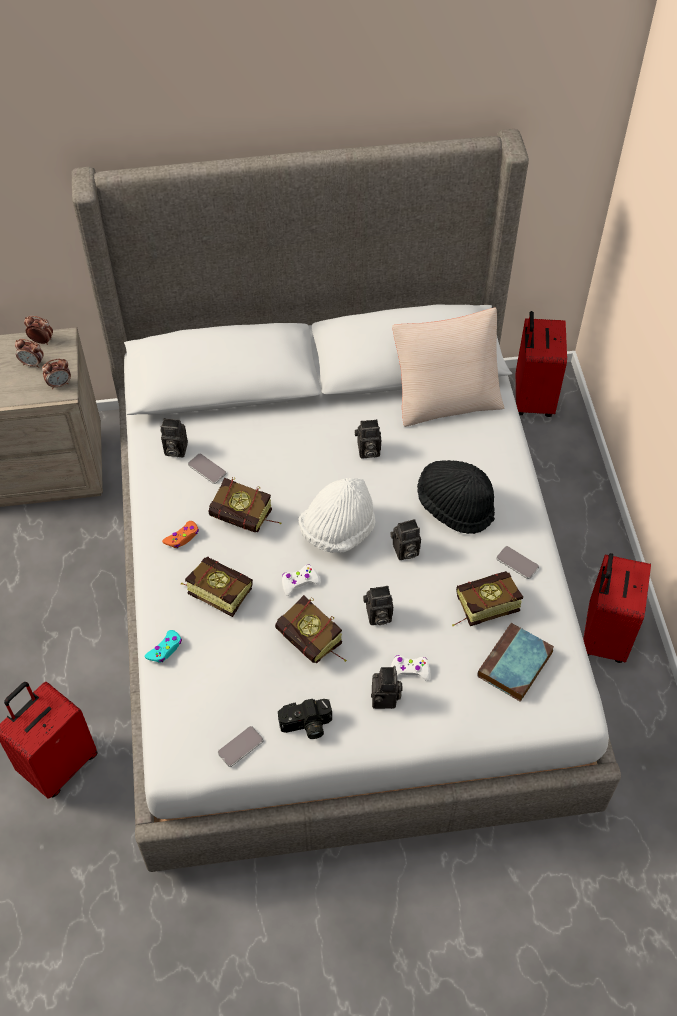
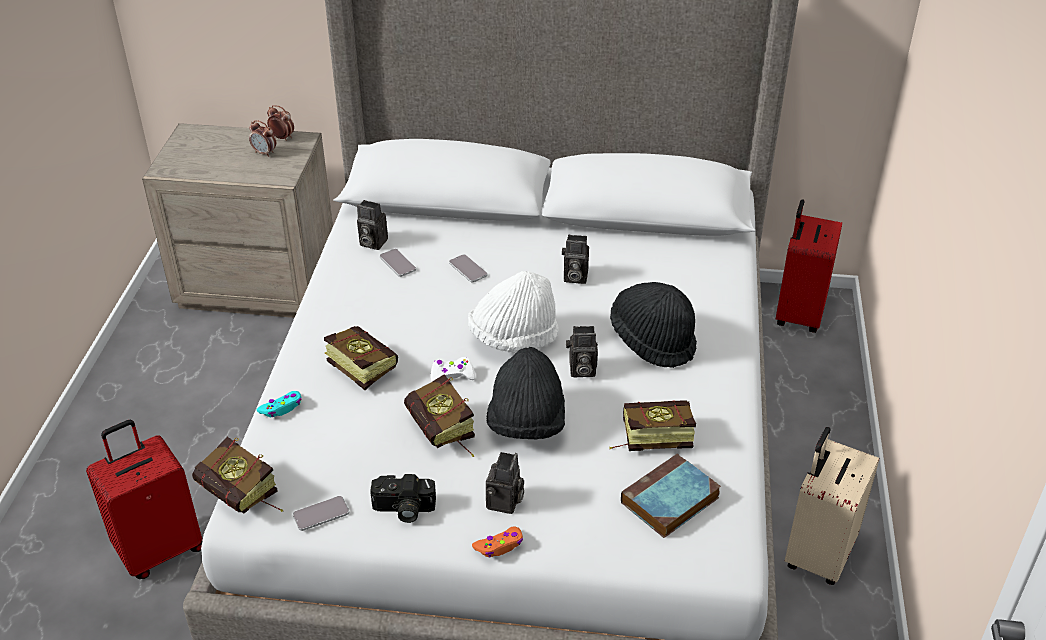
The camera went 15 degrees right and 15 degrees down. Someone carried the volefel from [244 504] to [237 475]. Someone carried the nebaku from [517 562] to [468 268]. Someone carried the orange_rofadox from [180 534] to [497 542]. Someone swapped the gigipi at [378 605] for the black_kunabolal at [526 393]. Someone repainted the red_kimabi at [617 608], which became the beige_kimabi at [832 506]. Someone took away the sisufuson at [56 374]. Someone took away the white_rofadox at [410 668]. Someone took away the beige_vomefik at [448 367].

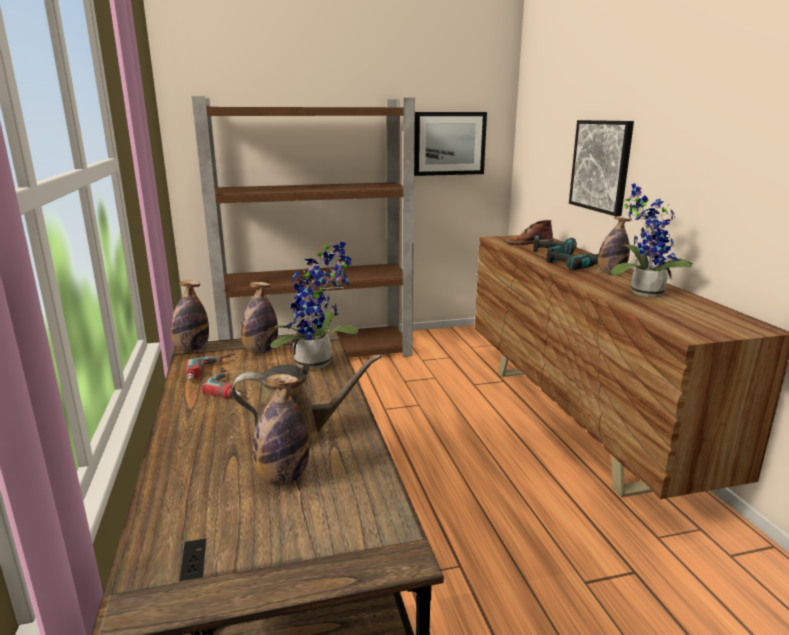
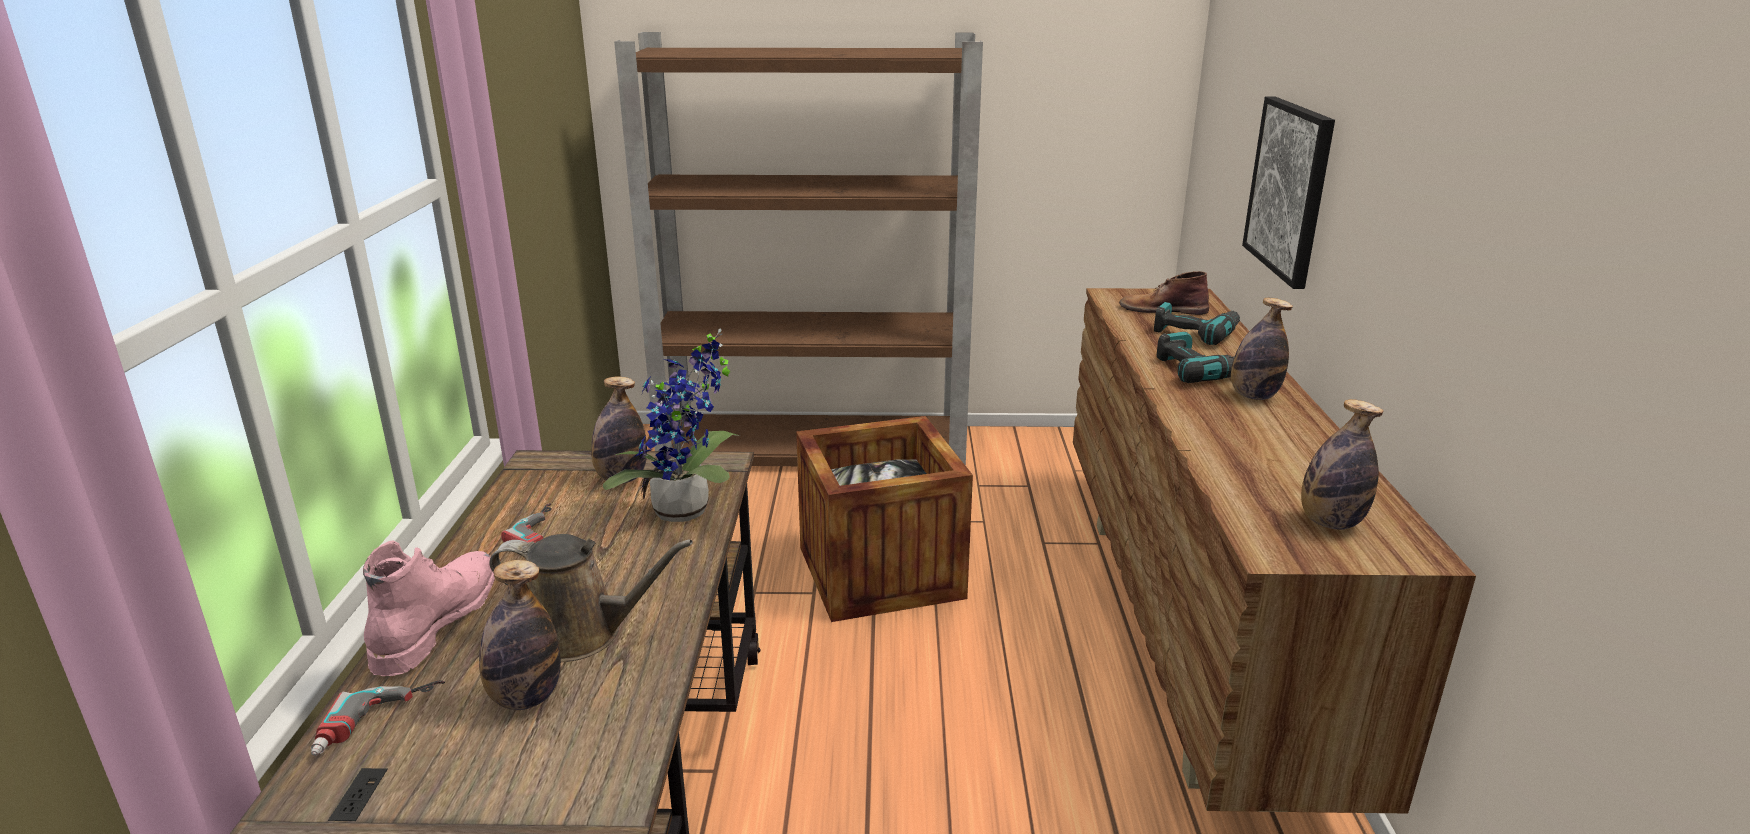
The camera went 15 degrees right and 5 degrees up. Someone carried the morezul from [210 367] to [378 718]. Someone put down the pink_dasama at [429 608]. Someone put down the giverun at [884 519]. Someone carried the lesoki from [190 316] to [1342 464]. Someone took away the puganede at [450 144]. Someone took away the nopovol at [651 240].

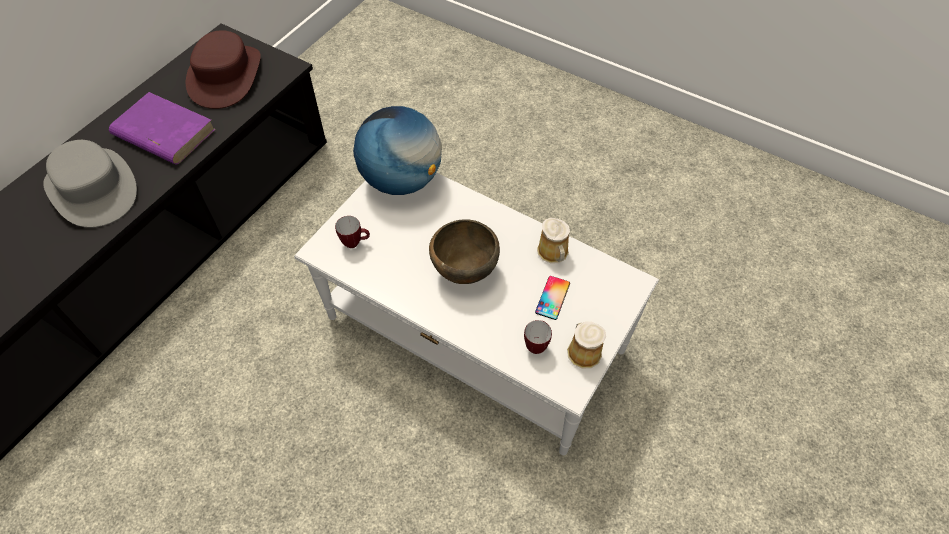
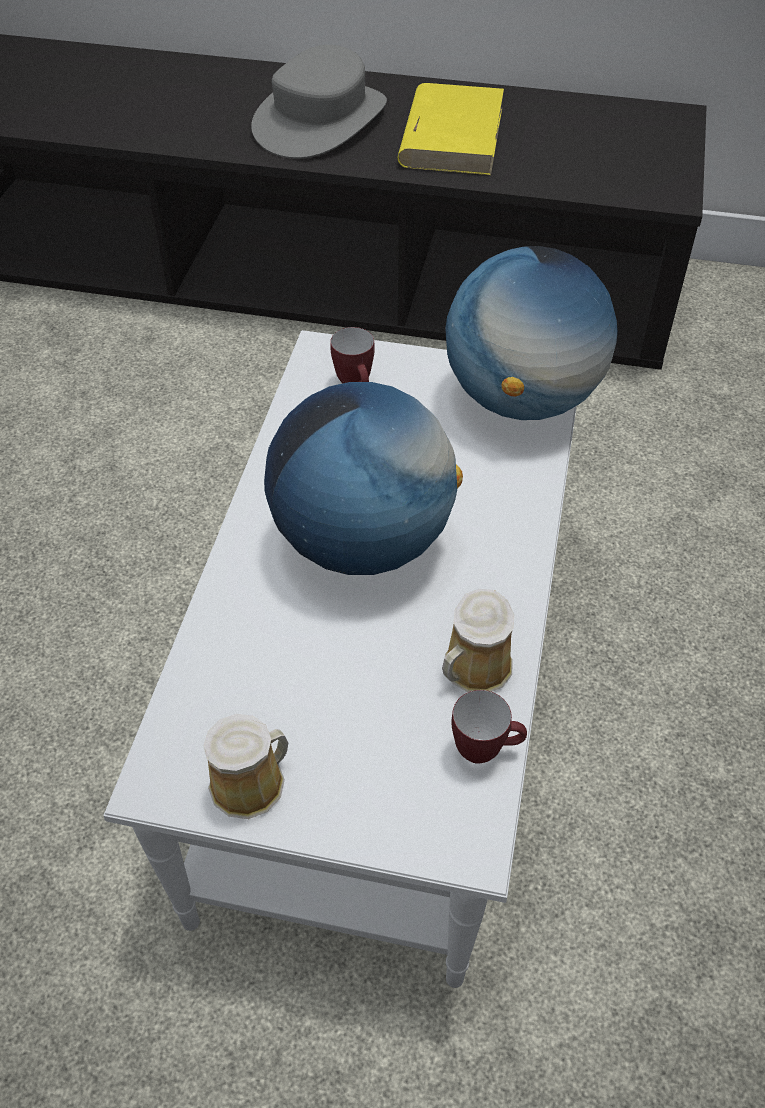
The camera went 70 degrees right and 5 degrees down. Someone swapped the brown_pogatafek at [464 251] for the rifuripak at [363 478]. Someone repainted the purple_volefel at [162 128], which became the yellow_volefel at [451 129]. Someone carried the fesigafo from [538 337] to [489 727]. Someone took away the brown_kunabolal at [223 69]. Someone took away the nebaku at [552 298].

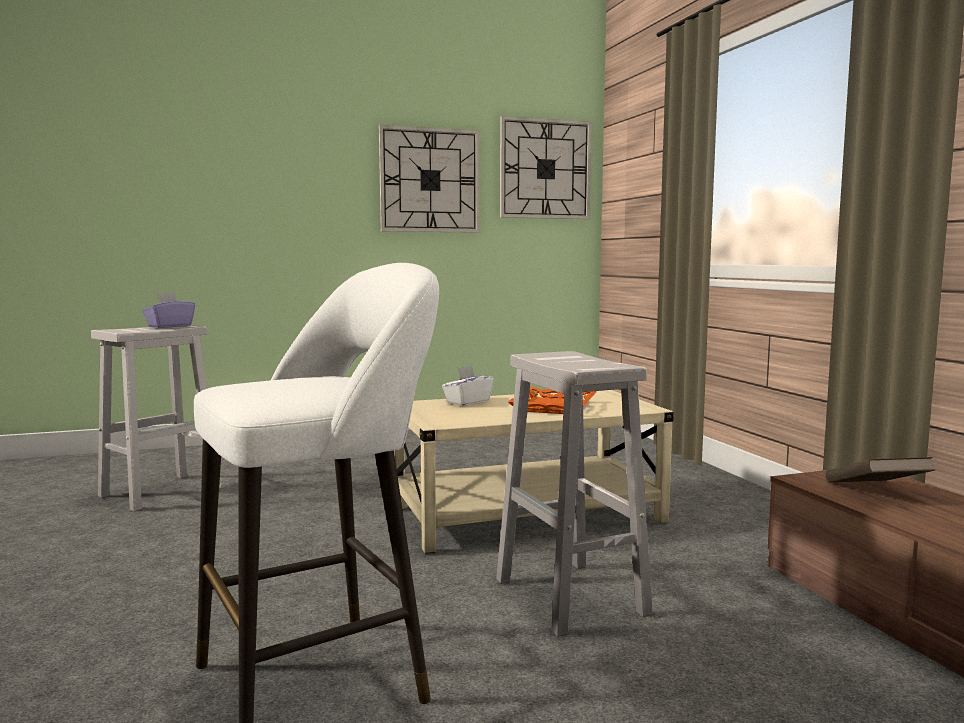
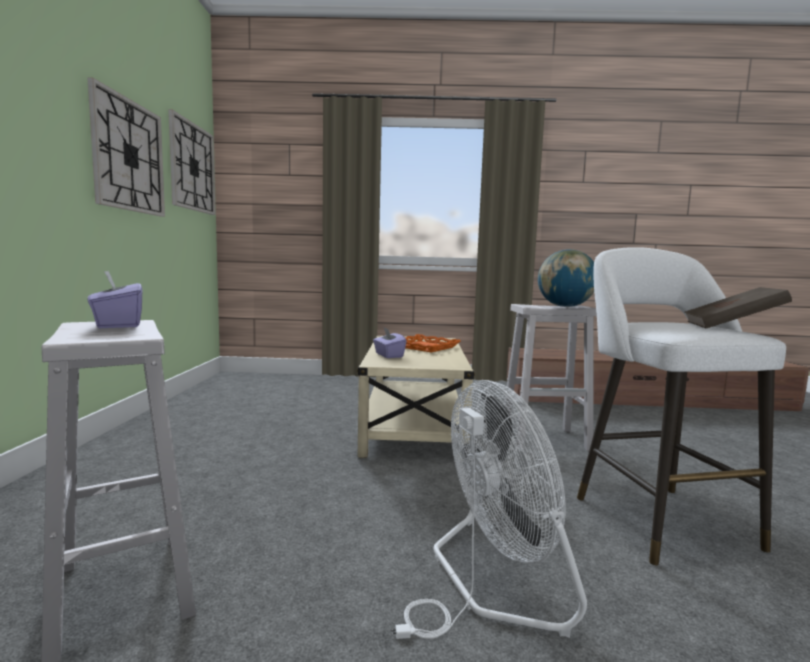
The camera went 70 degrees left and 0 degrees up. Someone repainted the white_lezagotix at [468 385], which became the purple_lezagotix at [389 343]. Someone put down the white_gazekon at [489 509]. Someone put down the rifuripak at [566 278]. Someone carried the brown_volefel from [880 470] to [738 307].

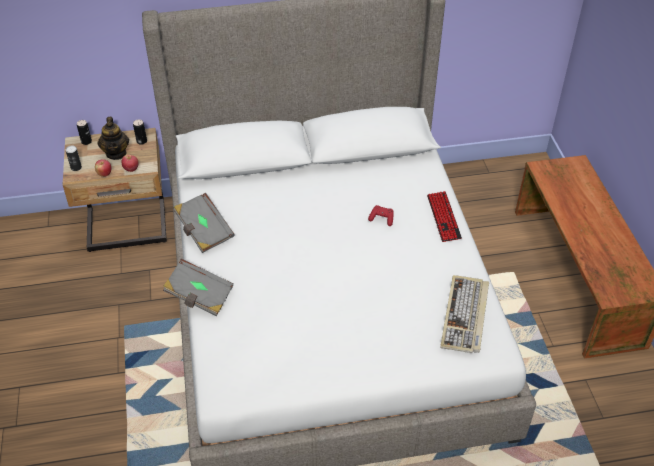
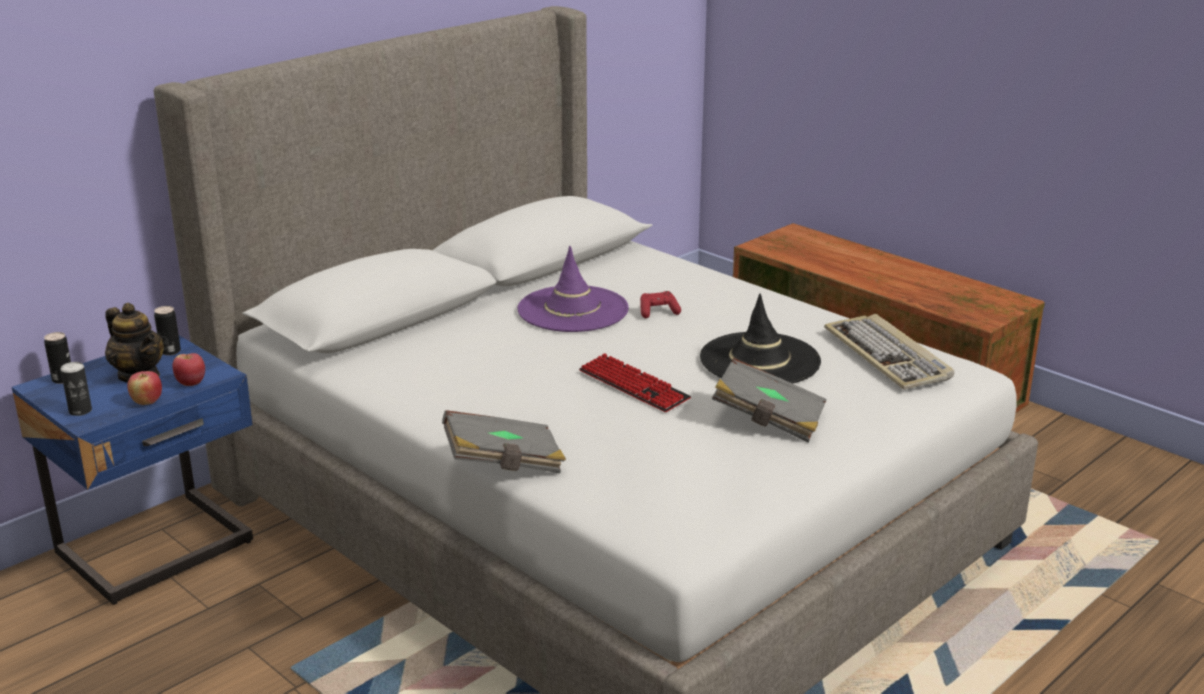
The camera went 35 degrees left and 20 degrees down. Someone repainted the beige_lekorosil at [115 190], which became the blue_lekorosil at [132 470]. Someone put down the purple_kunabolal at [573 289]. Someone carried the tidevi from [444 216] to [635 382]. Someone put down the black_kunabolal at [760 339]. Someone carried the grey_volefel from [204 223] to [769 400].

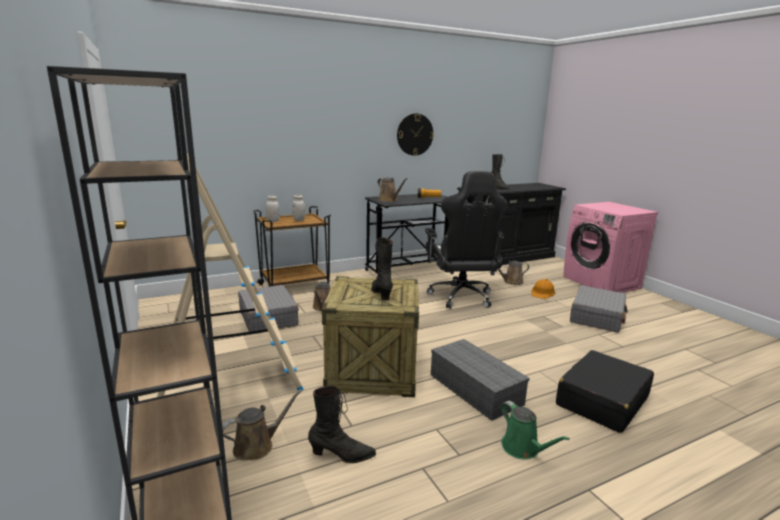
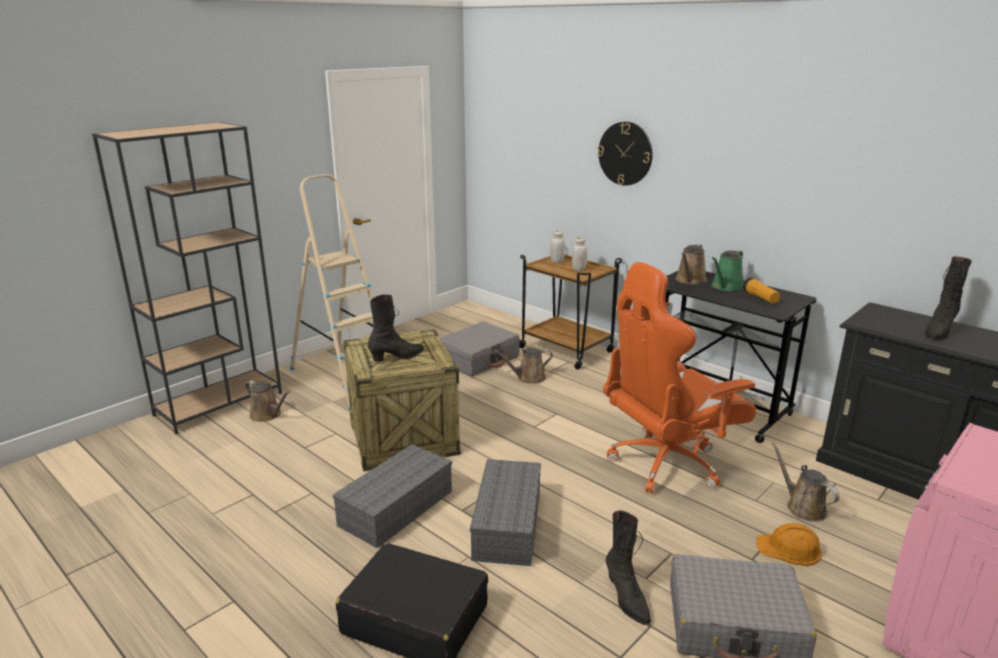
The camera went 70 degrees right and 5 degrees up. Someone put down the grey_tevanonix at [505 512]. Someone carried the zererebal from [415 134] to [625 154]. Someone repainted the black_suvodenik at [466 240], which became the orange_suvodenik at [679 378]. Someone carried the black_dasama from [342 424] to [628 568]. Someone carried the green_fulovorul from [535 430] to [727 270].

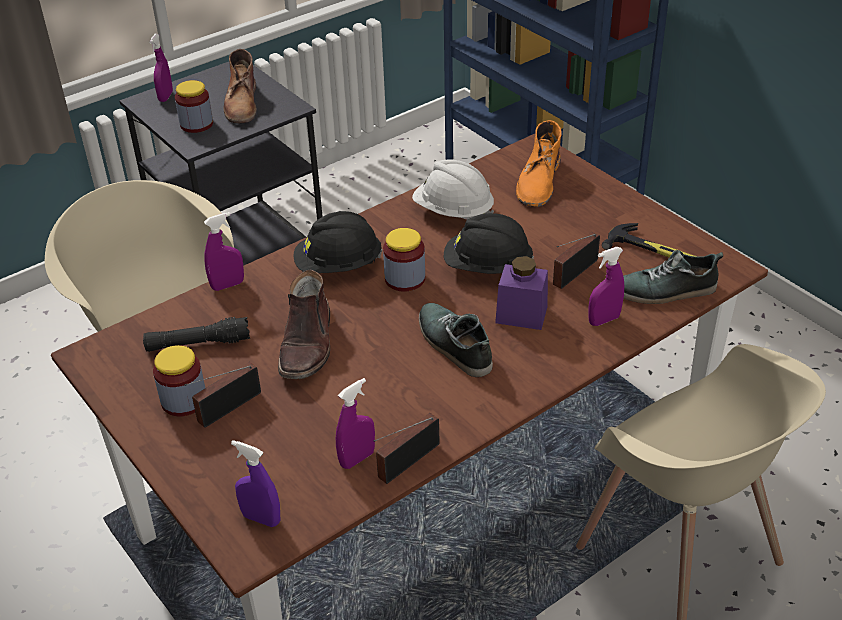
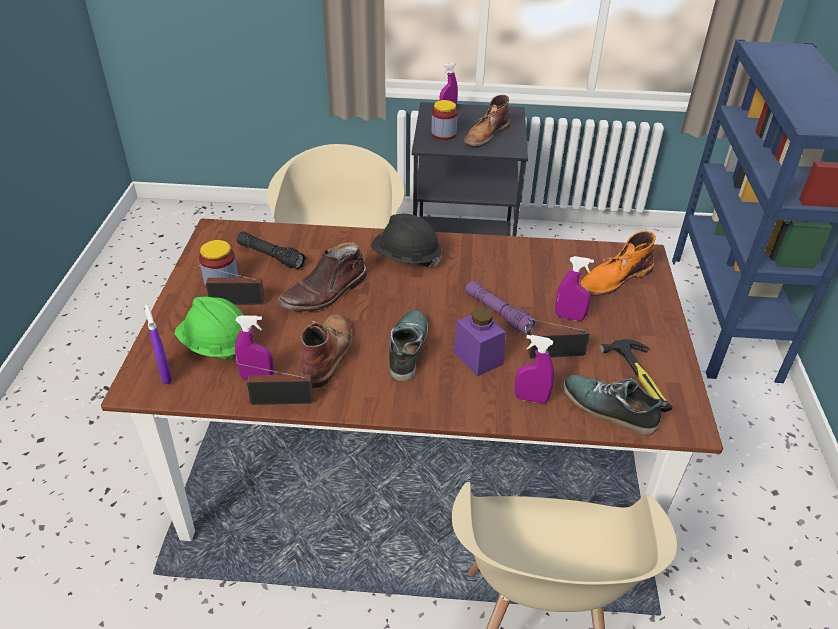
The camera went 40 degrees right and 0 degrees up. Someone put down the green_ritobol at [214 328]. Someone put down the brown_dasama at [326 351]. Someone swapped the black_ritobol at [489 243] for the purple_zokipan at [501 308]. Someone carried the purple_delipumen from [224 251] to [574 288]. Someone took away the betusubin at [404 260]. Someone took away the white_ritobol at [453 189].

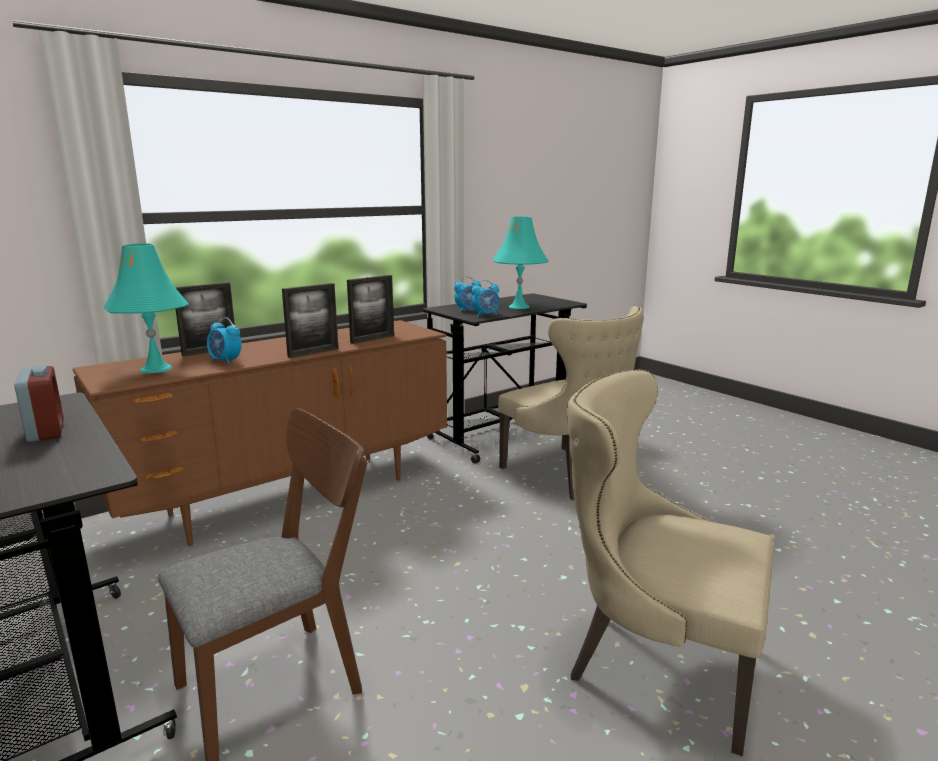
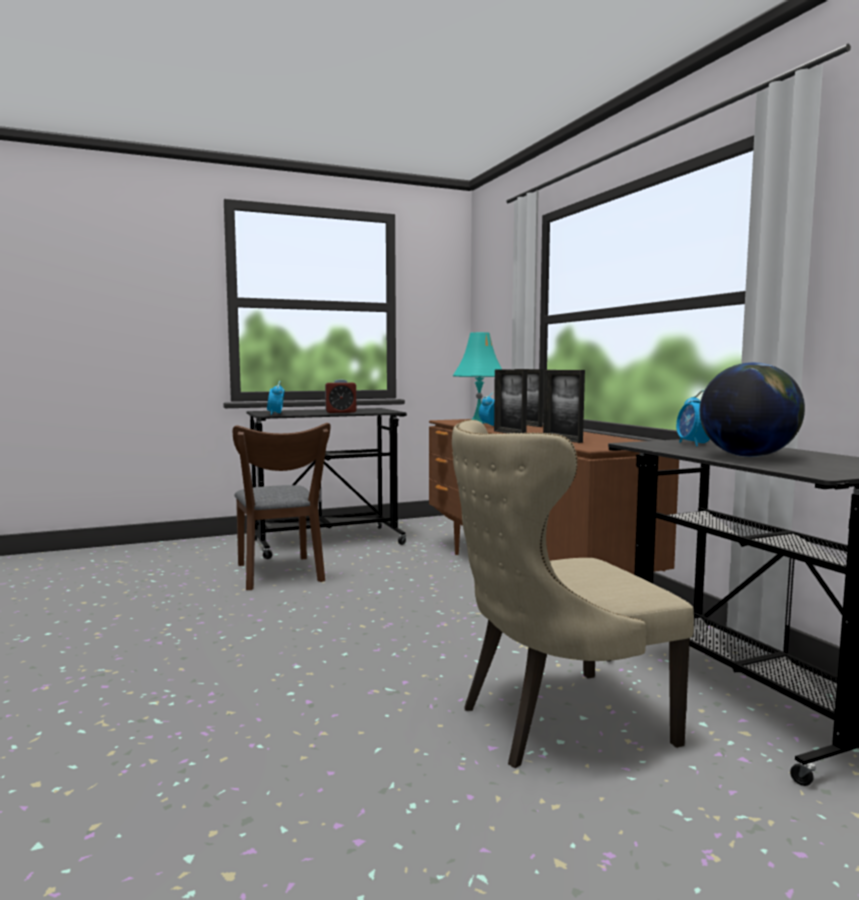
The camera went 105 degrees right and 10 degrees down. Someone carried the sisufuson from [485 298] to [276 398]. Someone swapped the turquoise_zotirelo at [521 263] for the rifuripak at [752 409]. Someone took away the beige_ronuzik at [670 563].

